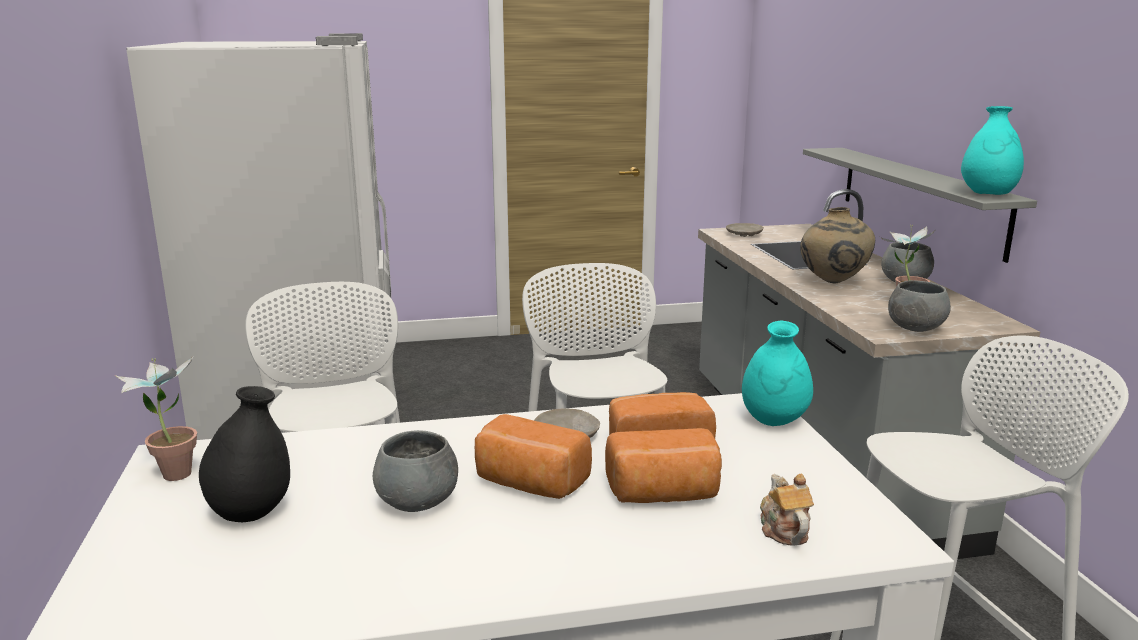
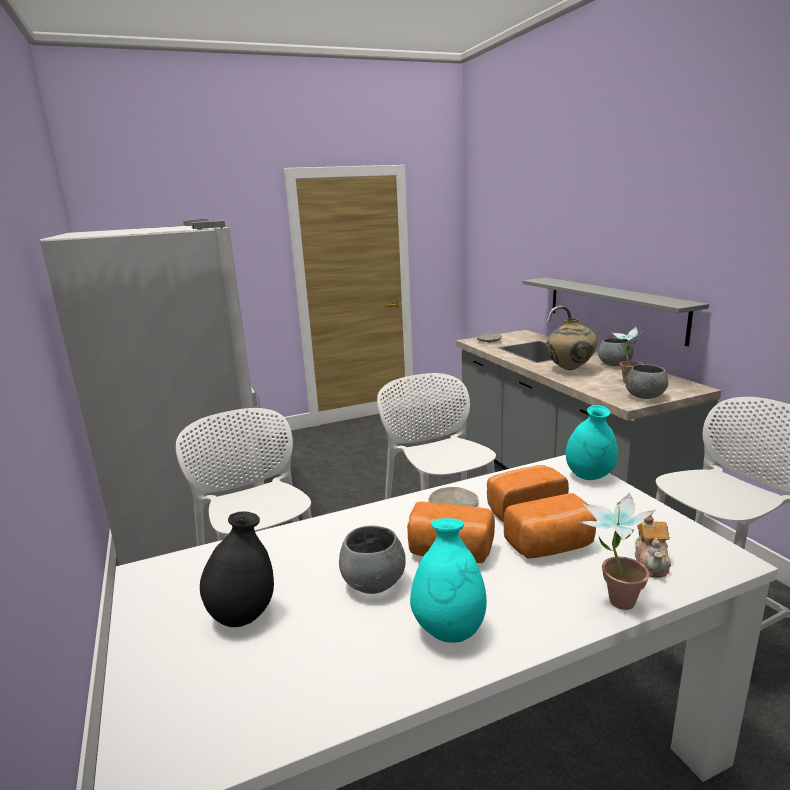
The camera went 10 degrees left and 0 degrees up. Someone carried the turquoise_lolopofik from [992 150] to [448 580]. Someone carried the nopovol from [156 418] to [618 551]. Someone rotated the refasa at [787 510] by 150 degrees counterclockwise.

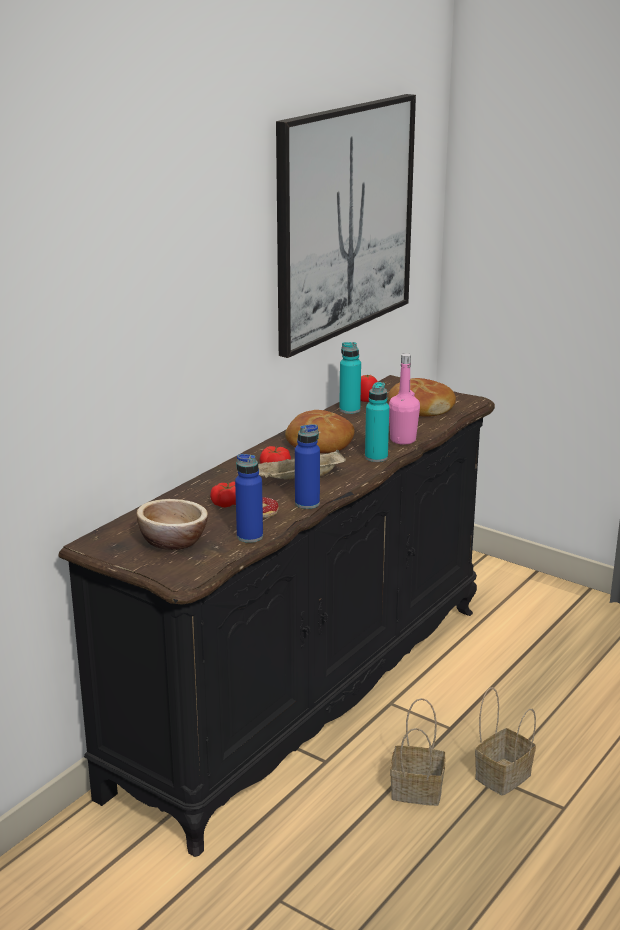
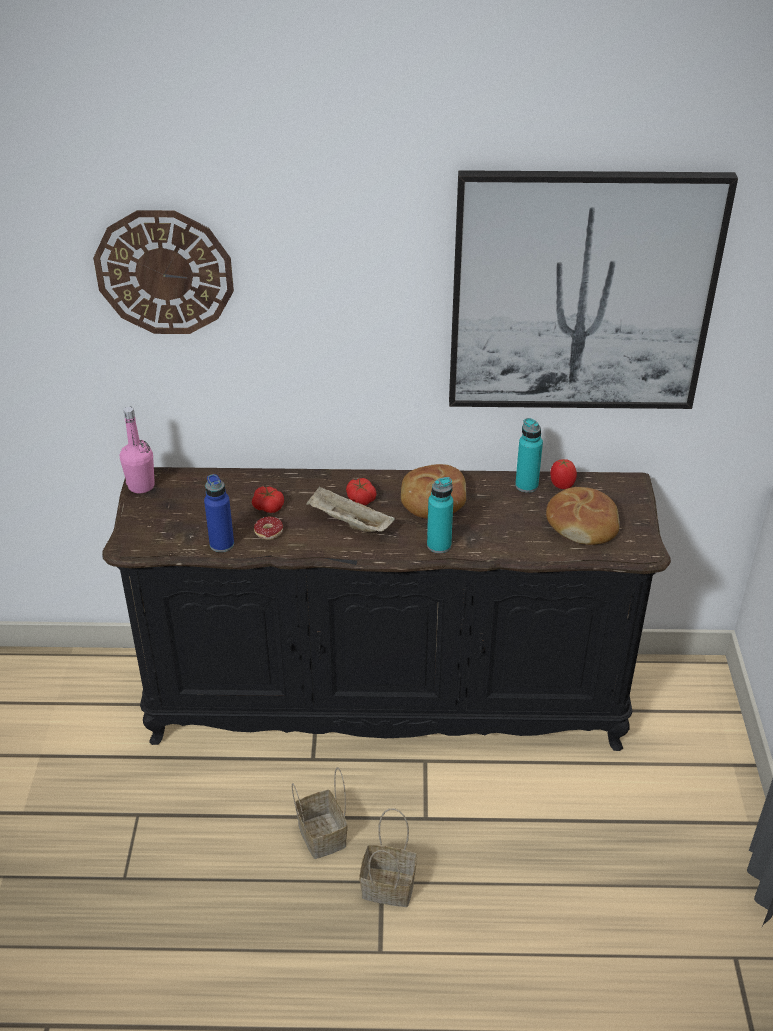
The camera went 55 degrees right and 15 degrees up. Someone put up the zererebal at [163 272]. Someone carried the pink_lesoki from [404 399] to [137 450]. Someone took away the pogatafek at [172 524]. Someone took away the blue_lesoki at [307 466].

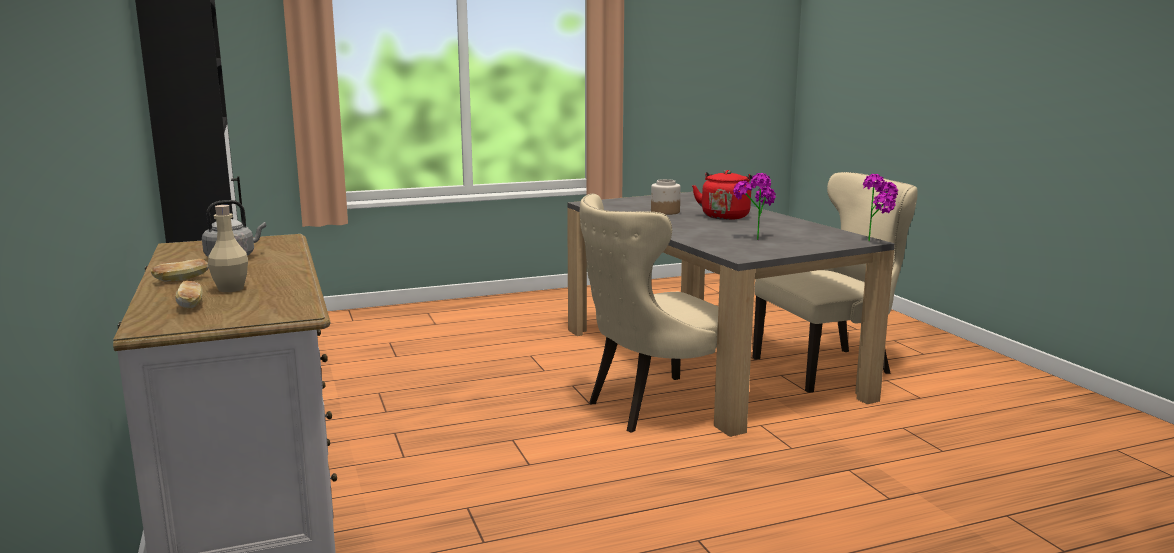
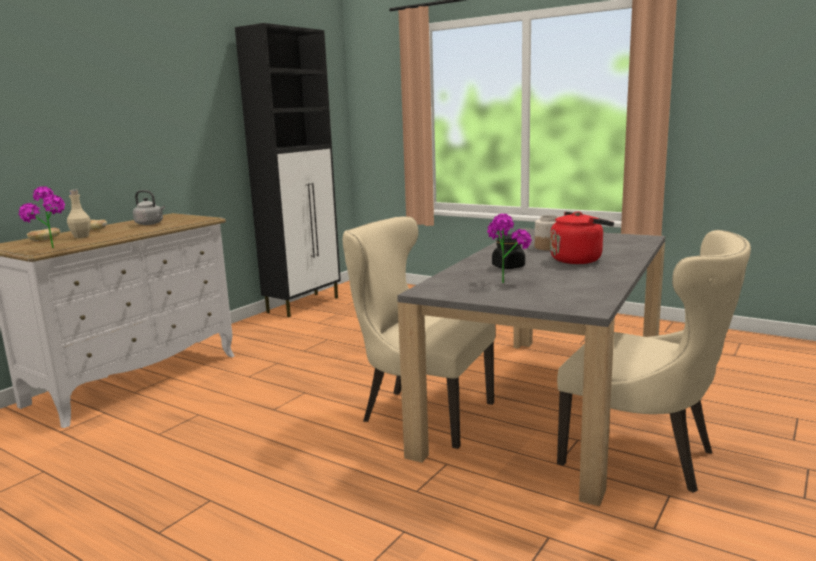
The camera went 55 degrees right and 0 degrees up. Someone carried the nopovol from [880 207] to [42 217]. Someone put down the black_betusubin at [508 251].

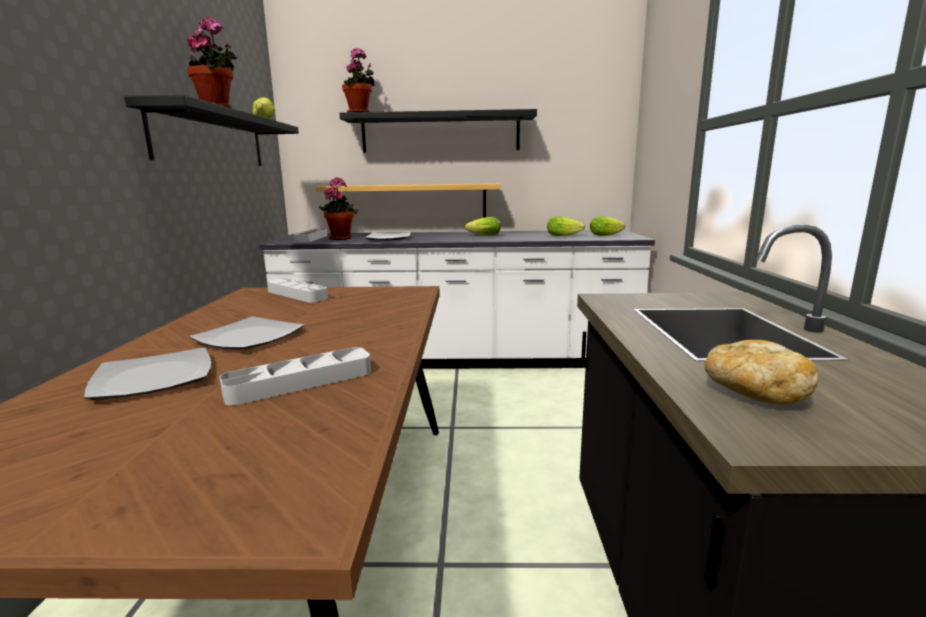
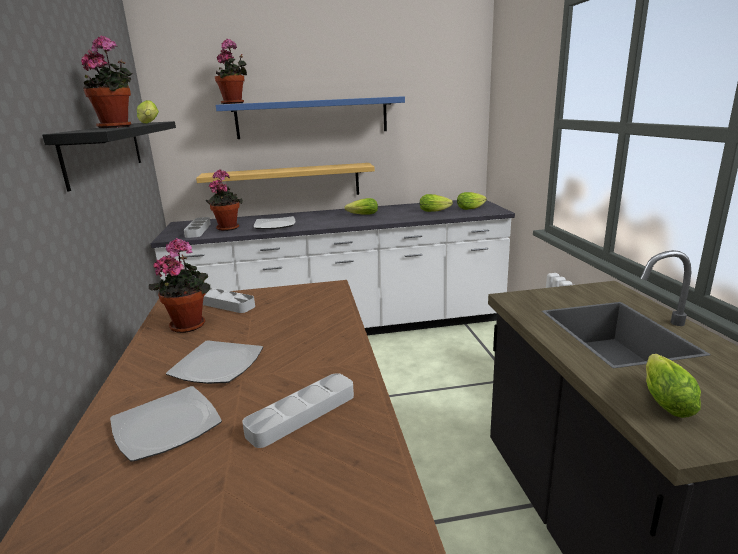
The camera went 10 degrees left and 5 degrees up. Someone put down the nopovol at [179 285]. Someone repainted the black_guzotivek at [438 131], which became the blue_guzotivek at [310 117]. Someone swapped the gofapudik at [762 372] for the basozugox at [673 386].

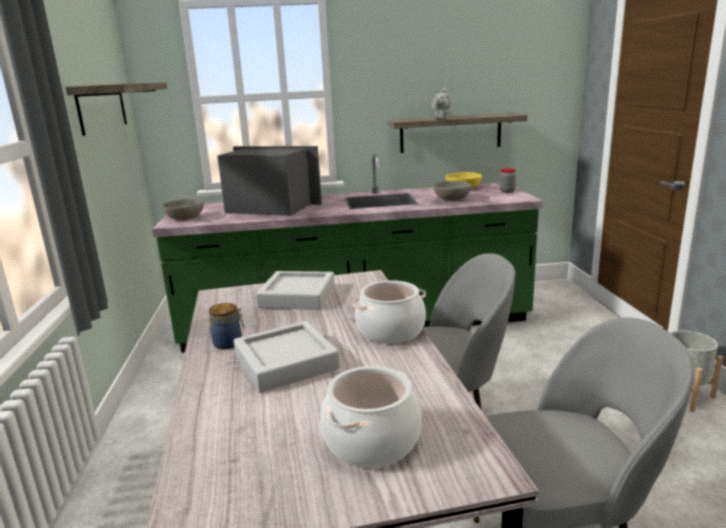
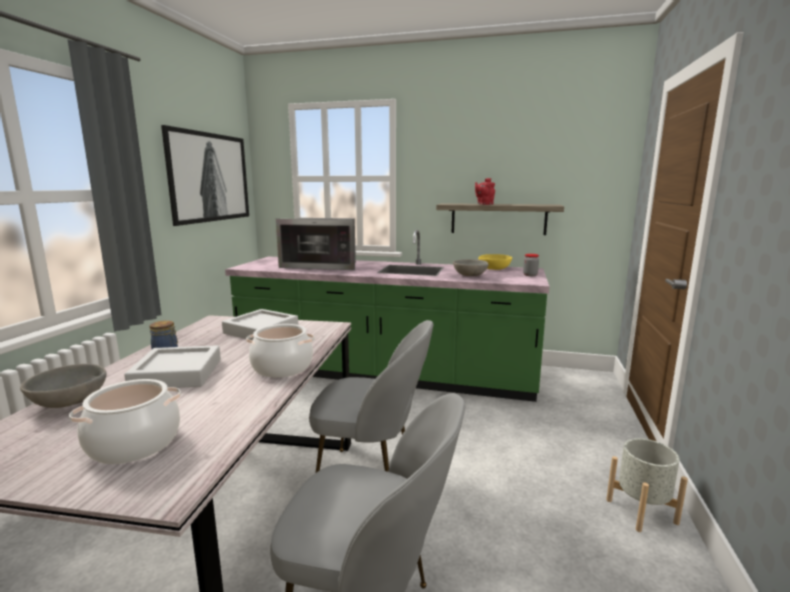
The camera went 20 degrees right and 5 degrees down. Someone carried the grey_pogatafek from [183 209] to [63 386]. Someone swapped the guzotivek at [116 109] for the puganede at [205 175]. Someone rotated the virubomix at [270 181] by 150 degrees clockwise. Someone repainted the grey_refasa at [442 103], which became the red_refasa at [485 191].

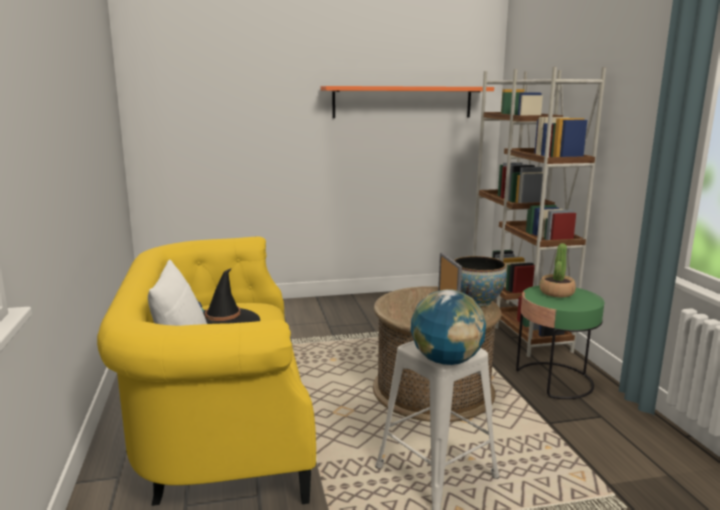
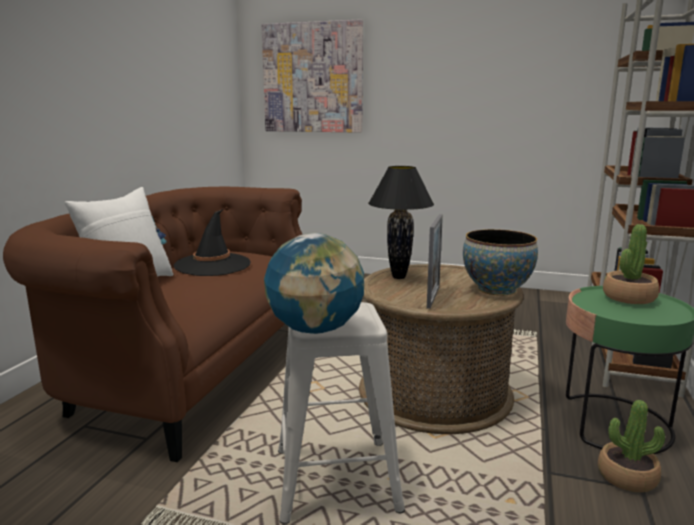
The camera went 30 degrees right and 0 degrees up. Someone repainted the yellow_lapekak at [206 371], which became the brown_lapekak at [152 324]. Someone put up the puganede at [312 76]. Someone put down the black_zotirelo at [401 222]. Someone put down the nopovol at [631 446]. Someone took away the orange_guzotivek at [407 102].

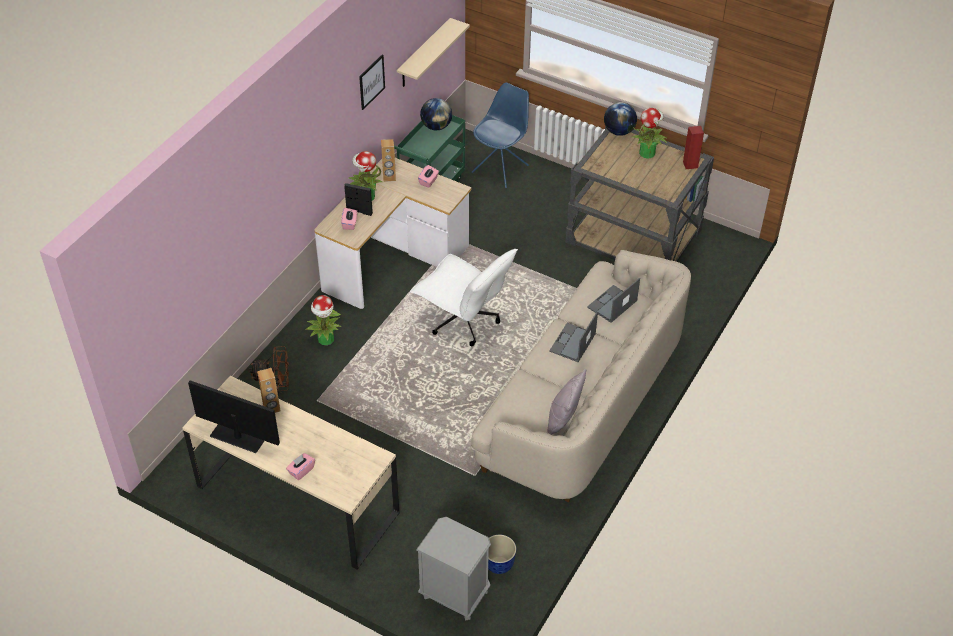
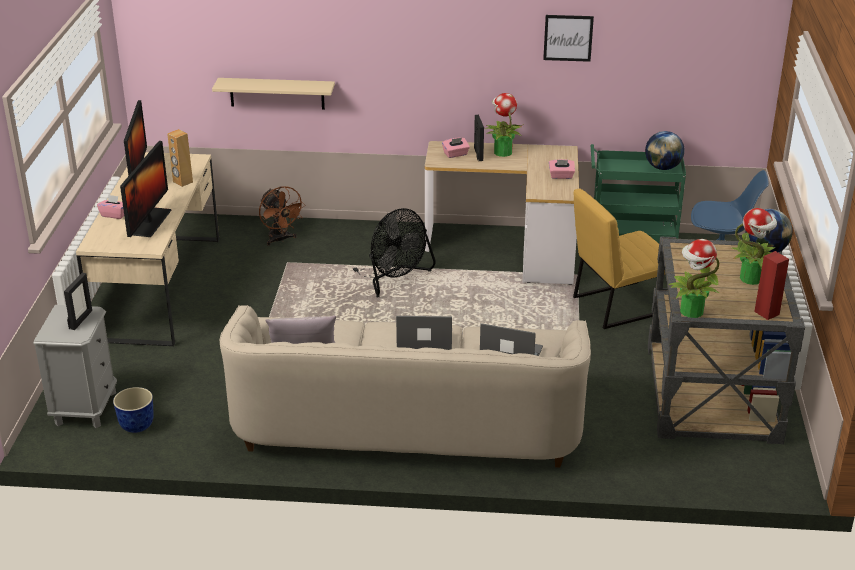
The camera went 65 degrees right and 15 degrees down. Someone put down the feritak at [78 301]. Someone put down the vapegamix at [145 189]. Someone carried the beige_guzotivek from [433 52] to [273 94]. Someone put down the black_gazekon at [394 252]. Someone put down the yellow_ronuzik at [619 258]. Someone carried the nopovol from [323 320] to [694 278]. Someone took away the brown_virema at [388 160]. Someone took away the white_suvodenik at [464 297].

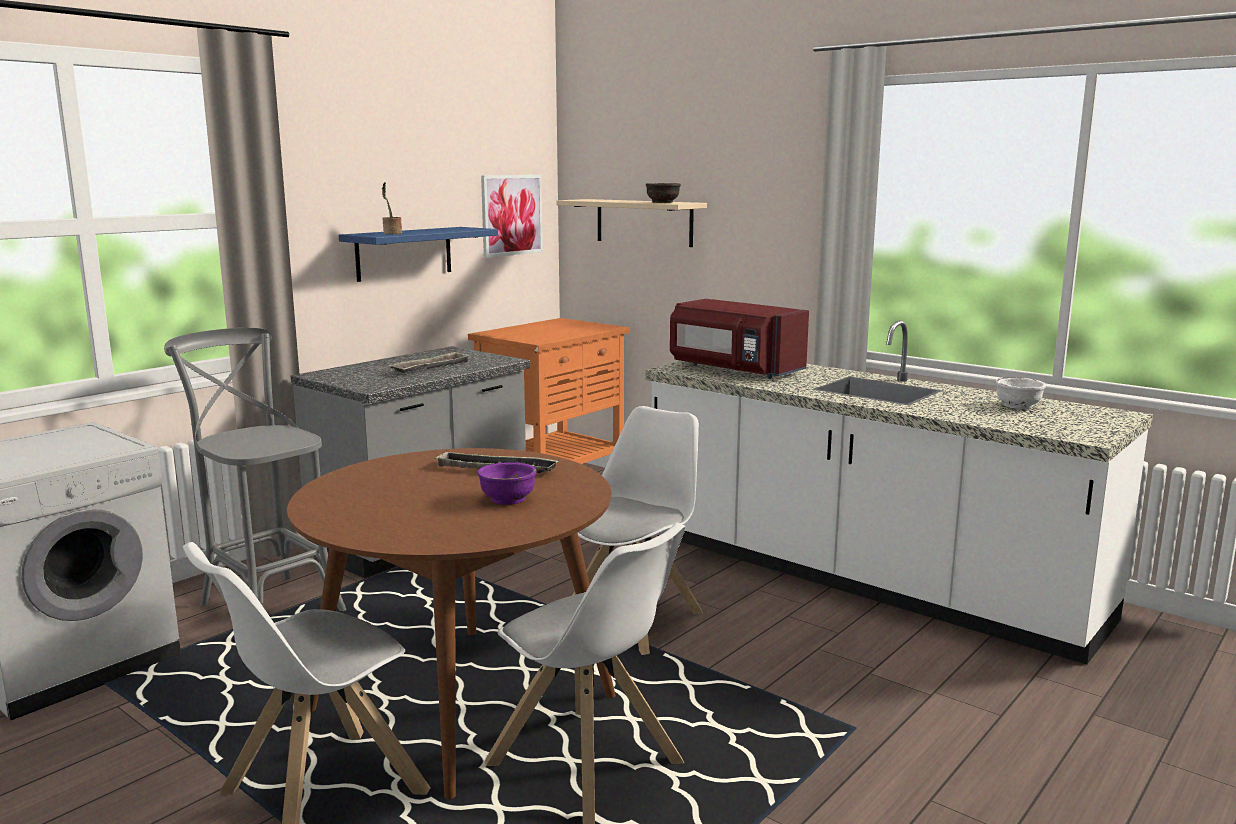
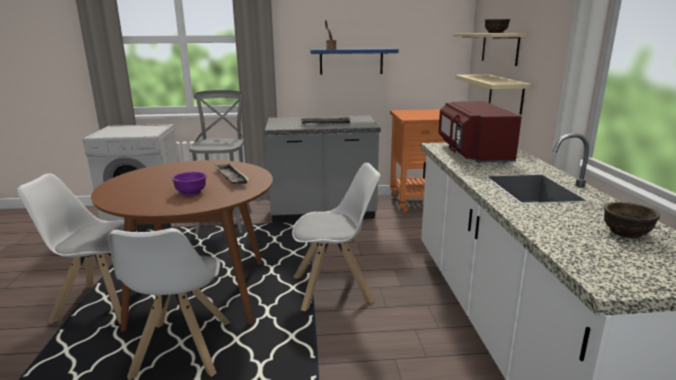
The camera went 45 degrees right and 5 degrees up. Someone put up the beige_guzotivek at [493 94]. Someone repainted the white_pogatafek at [1021 393], which became the brown_pogatafek at [632 220]. Someone took away the puganede at [512 216].

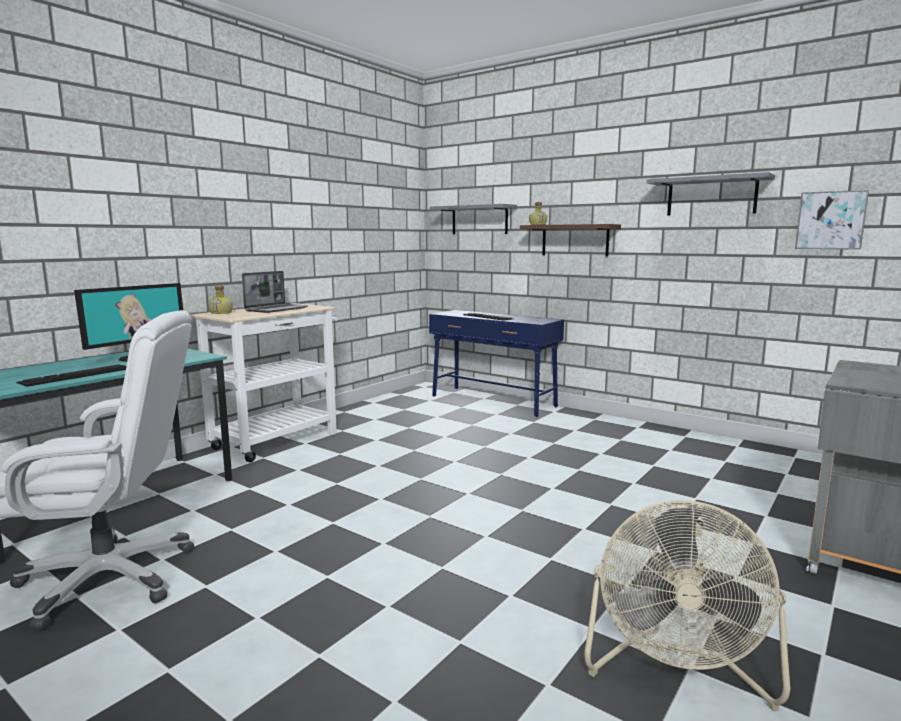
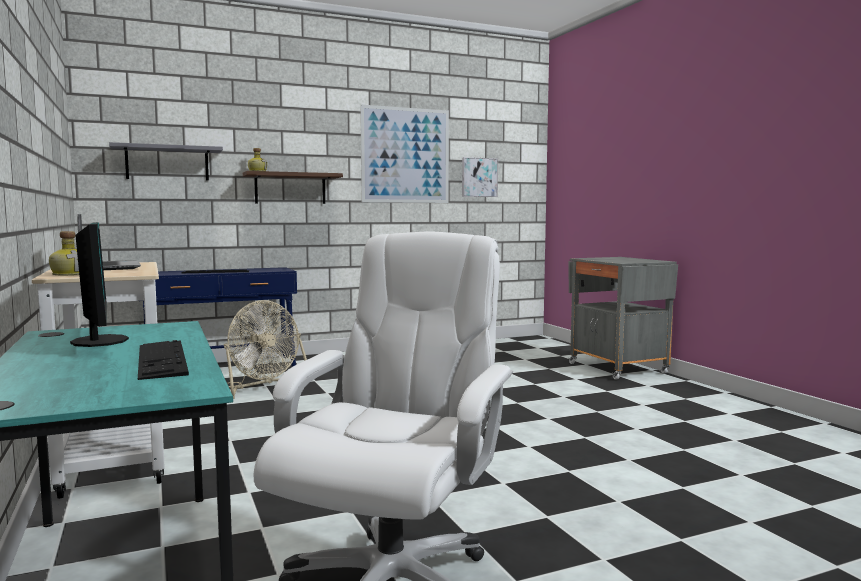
The camera went 60 degrees left and 5 degrees down. Someone carried the beige_gazekon from [687 605] to [265 349]. Someone swapped the grey_guzotivek at [711 193] for the puganede at [404 154].

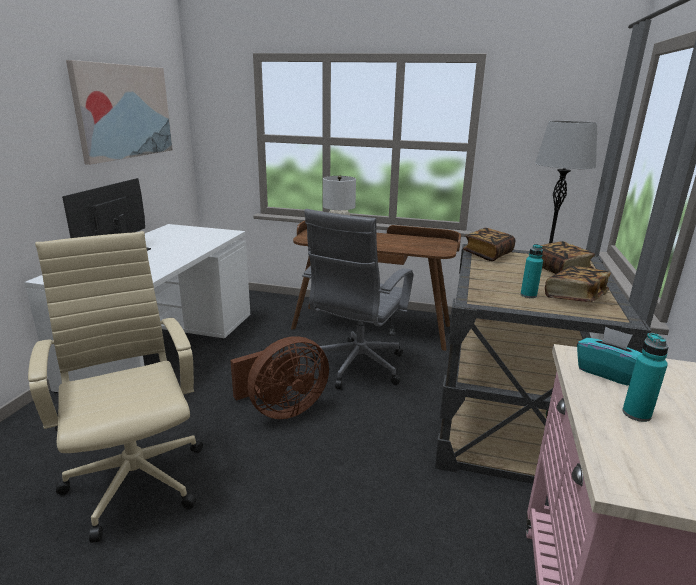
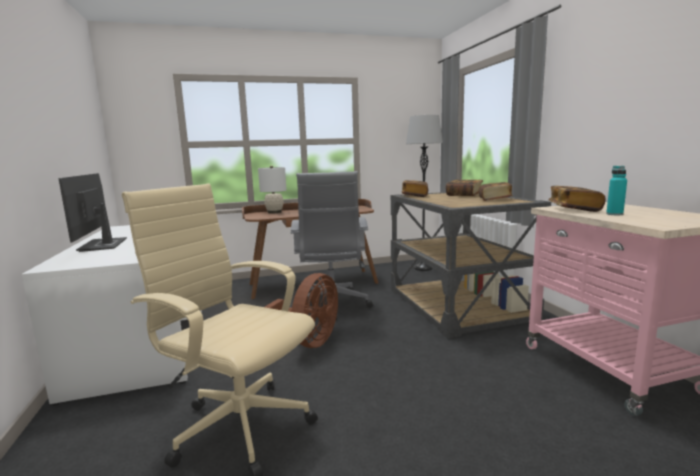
The camera went 30 degrees left and 10 degrees down. Someone swapped the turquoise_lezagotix at [609 356] for the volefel at [577 199]. Someone took away the puganede at [119 112]. Someone took away the turquoise_lesoki at [532 271].

